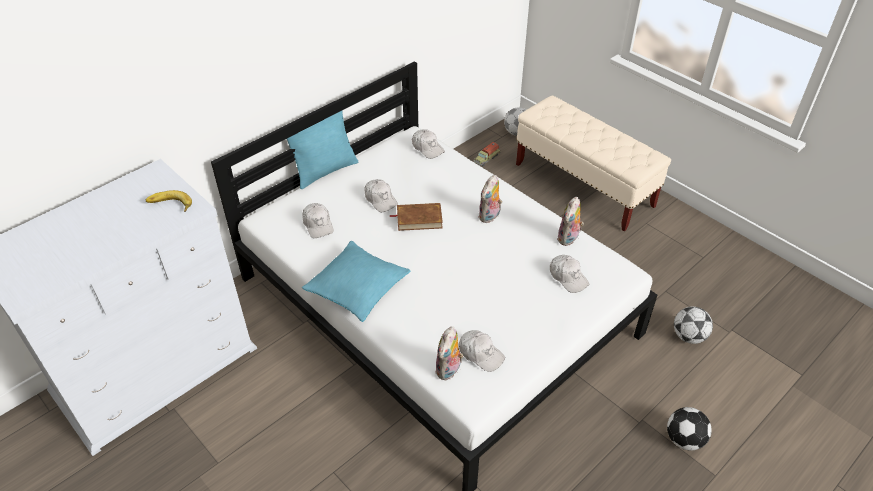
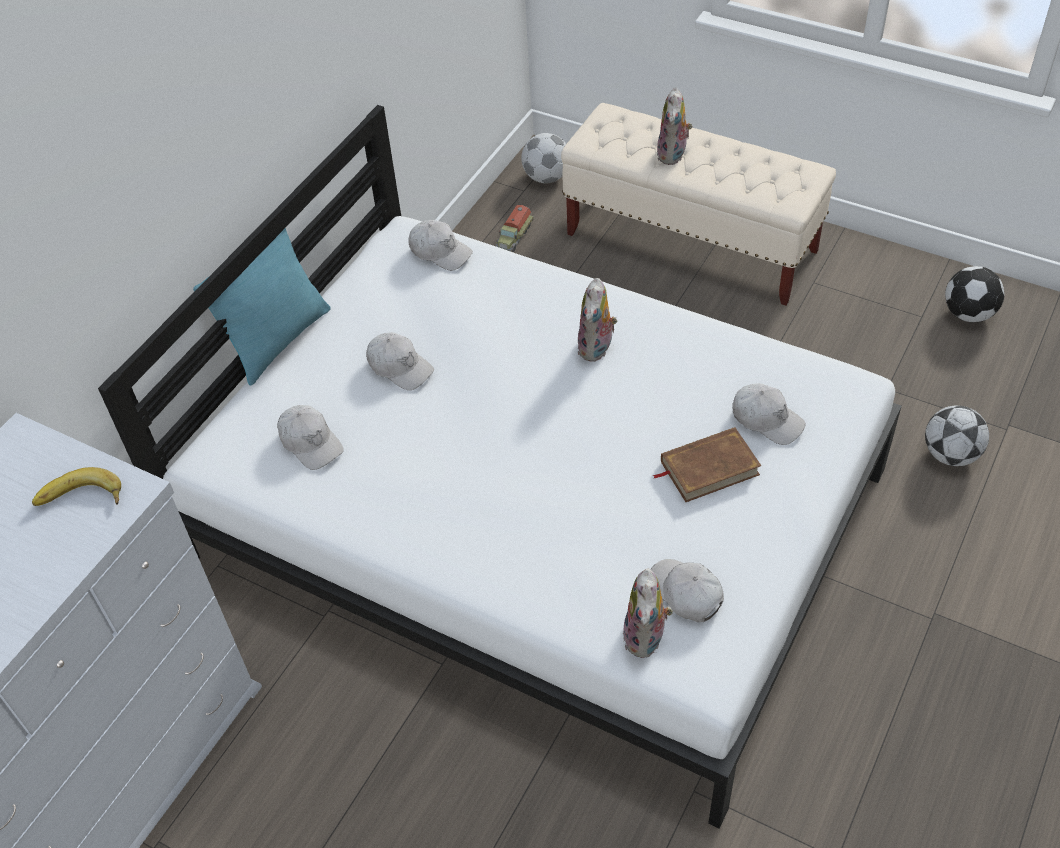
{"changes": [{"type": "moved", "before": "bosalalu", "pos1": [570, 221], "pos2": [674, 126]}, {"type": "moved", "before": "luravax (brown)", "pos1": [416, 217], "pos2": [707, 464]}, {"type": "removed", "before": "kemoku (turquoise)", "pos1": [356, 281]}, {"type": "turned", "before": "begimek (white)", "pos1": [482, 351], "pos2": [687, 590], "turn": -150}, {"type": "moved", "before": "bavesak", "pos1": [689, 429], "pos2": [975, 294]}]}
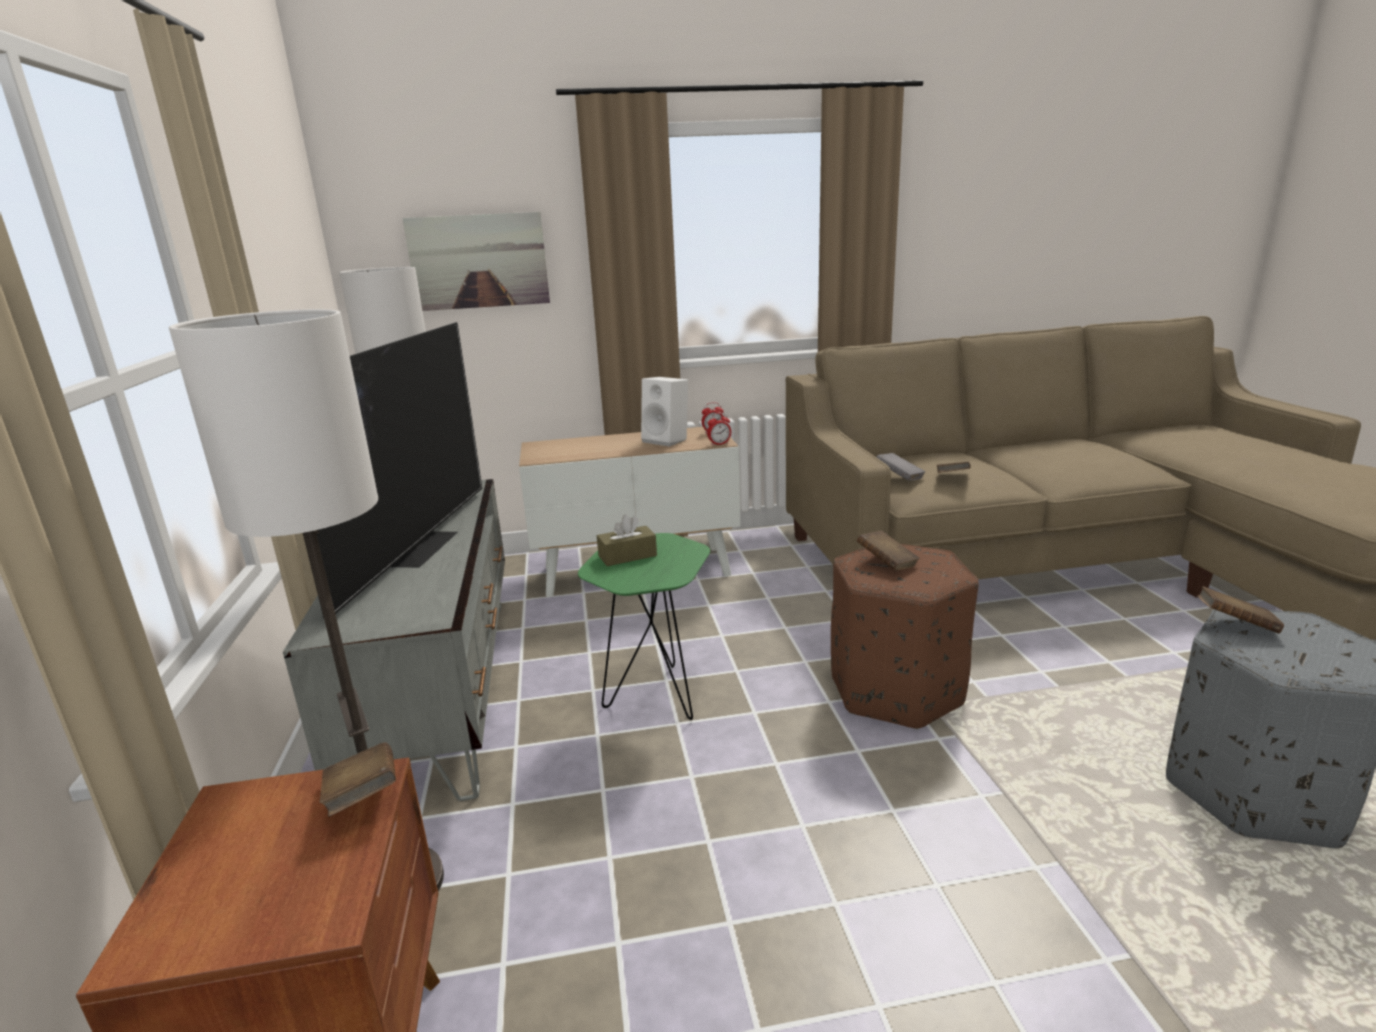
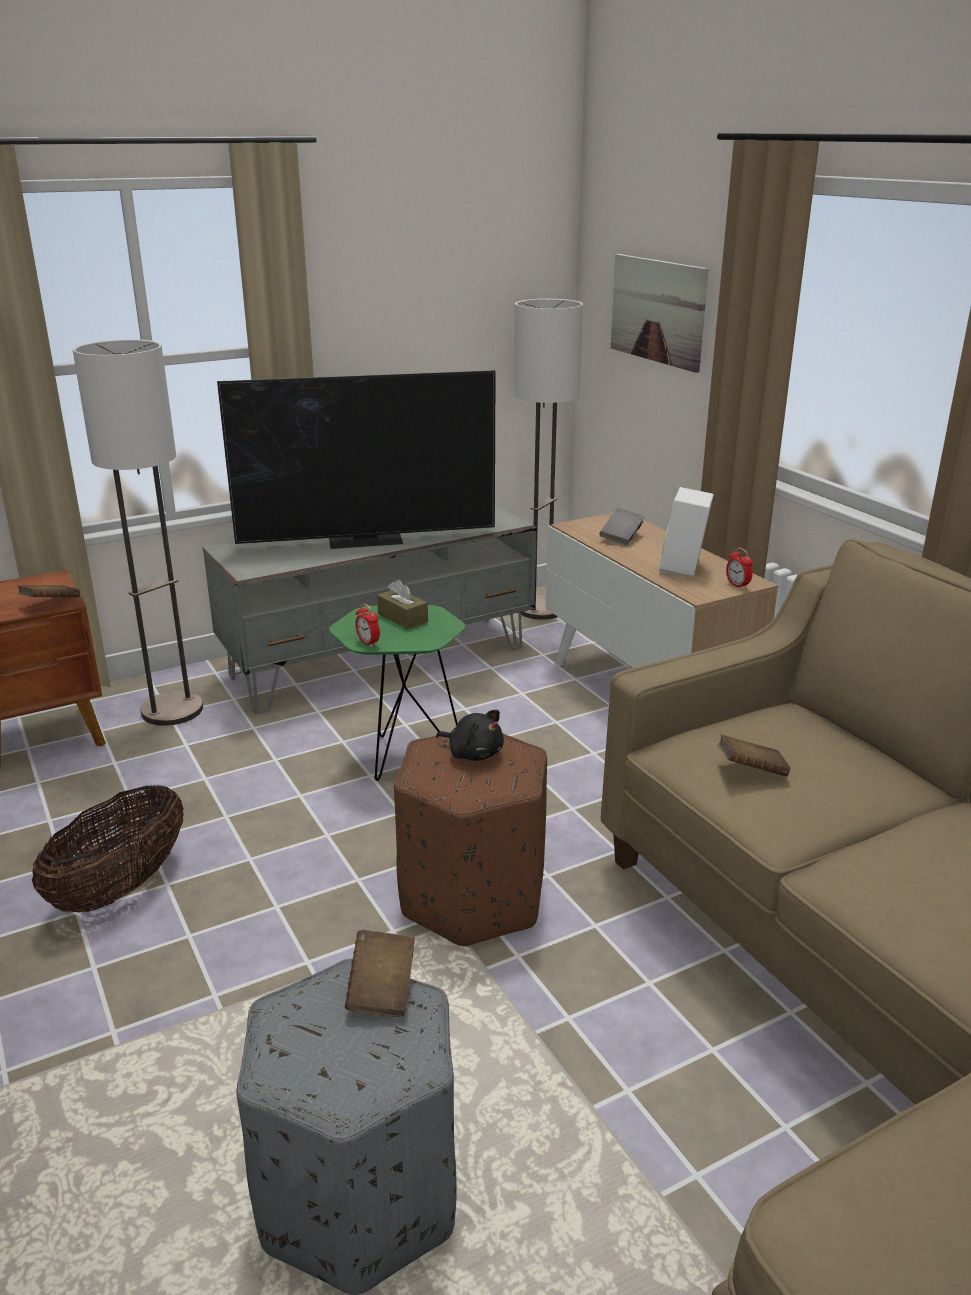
{"changes": [{"type": "moved", "before": "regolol", "pos1": [719, 429], "pos2": [367, 625]}, {"type": "moved", "before": "luravax (grey)", "pos1": [900, 467], "pos2": [622, 526]}, {"type": "replaced", "before": "luravax (brown)", "after": "bosalalu (black)", "pos1": [888, 551], "pos2": [470, 735]}, {"type": "added", "after": "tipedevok", "pos2": [108, 848]}]}
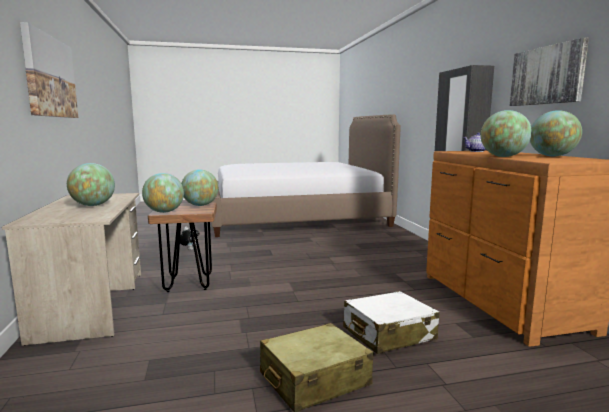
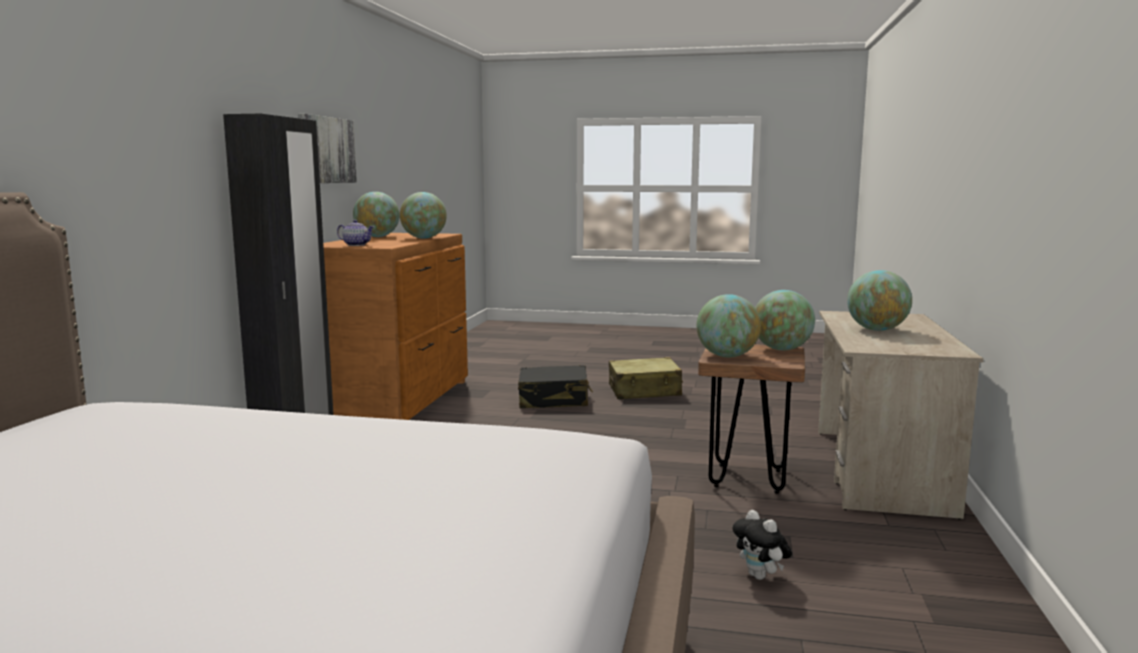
{"changes": [{"type": "removed", "before": "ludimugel", "pos1": [49, 70]}, {"type": "recoloured", "before": "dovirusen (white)", "after": "dovirusen (black)", "pos1": [391, 322], "pos2": [555, 386]}]}
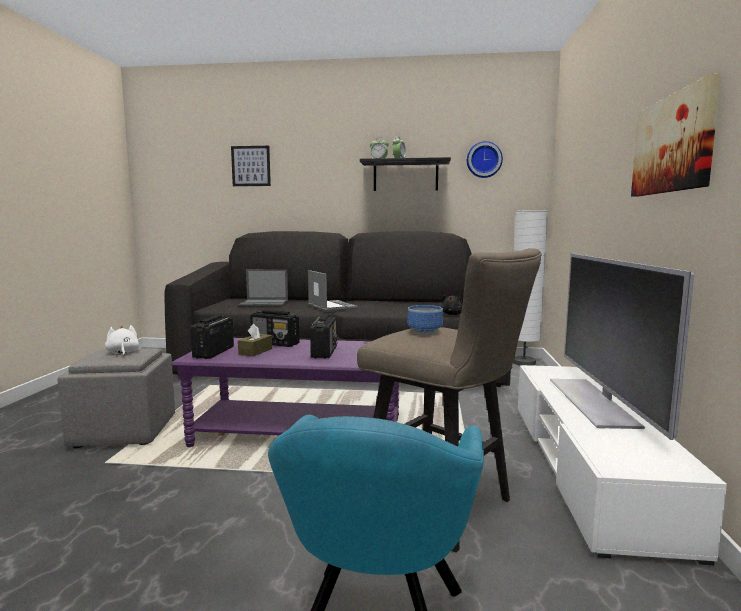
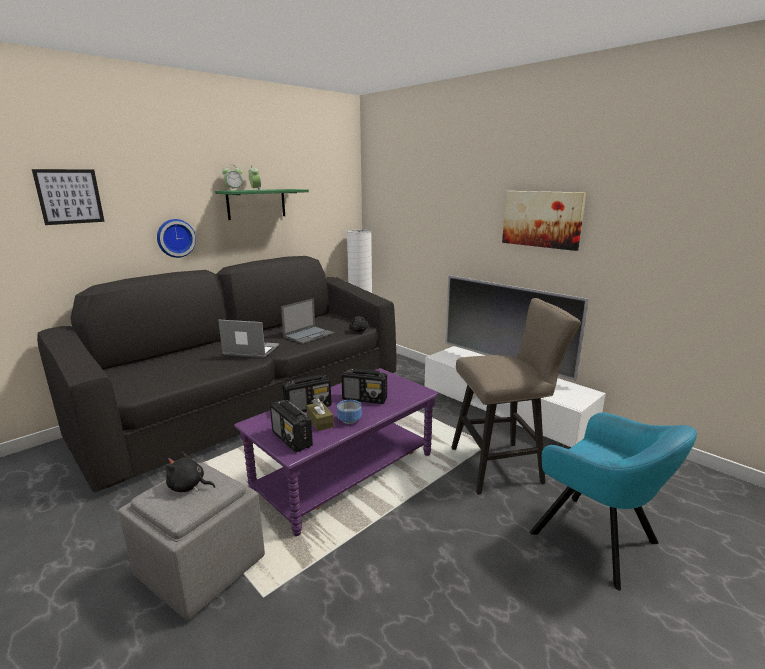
{"changes": [{"type": "moved", "before": "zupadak", "pos1": [485, 159], "pos2": [176, 238]}, {"type": "recoloured", "before": "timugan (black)", "after": "timugan (green)", "pos1": [405, 174], "pos2": [262, 204]}, {"type": "moved", "before": "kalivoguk", "pos1": [263, 287], "pos2": [307, 321]}, {"type": "moved", "before": "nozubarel", "pos1": [425, 319], "pos2": [349, 412]}, {"type": "turned", "before": "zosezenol", "pos1": [323, 336], "pos2": [364, 386], "turn": 150}, {"type": "recoloured", "before": "bosalalu (white)", "after": "bosalalu (black)", "pos1": [122, 340], "pos2": [190, 472]}]}
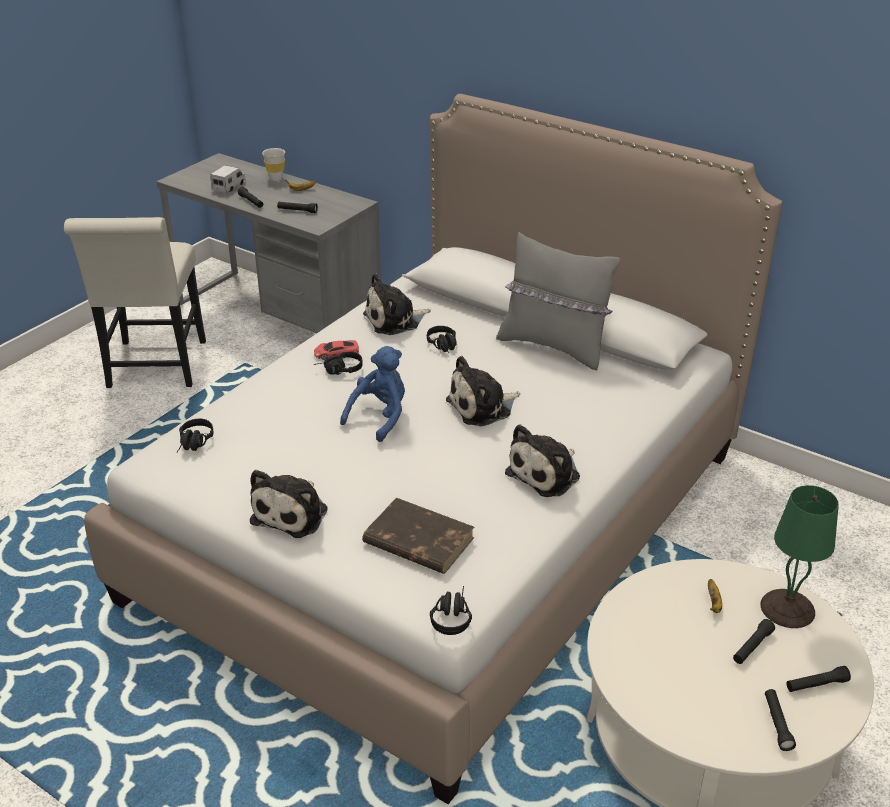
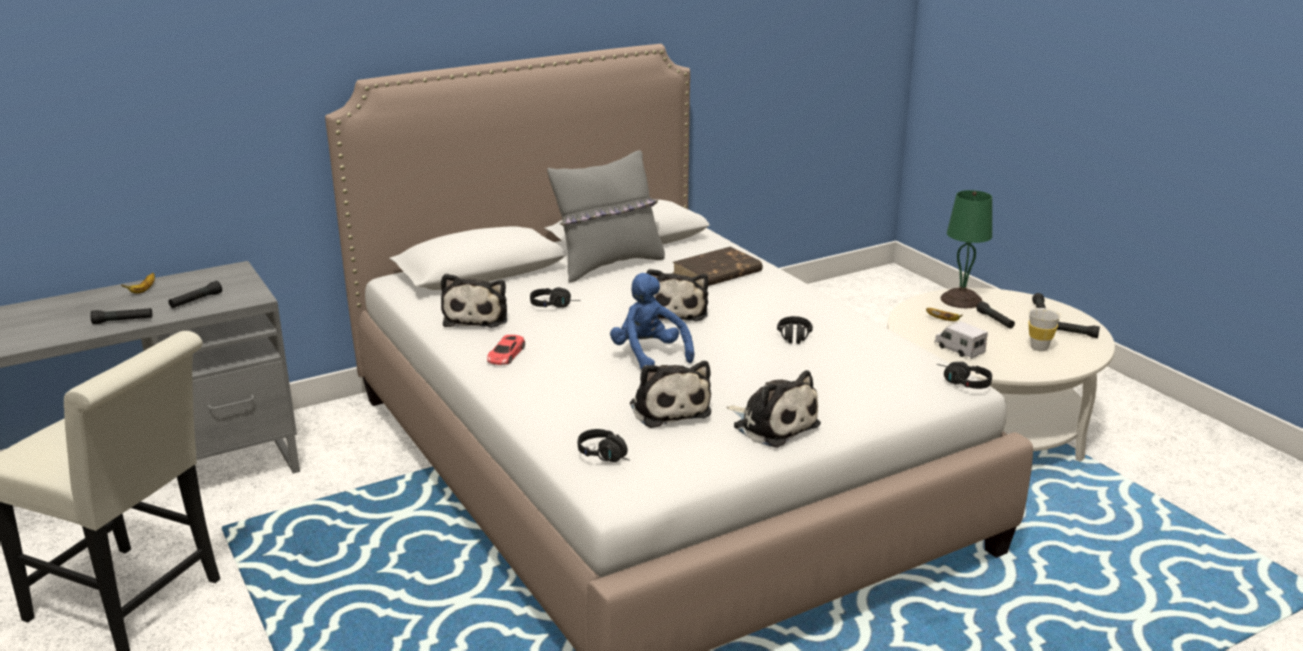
{"changes": [{"type": "moved", "before": "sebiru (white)", "pos1": [273, 164], "pos2": [1044, 329]}, {"type": "moved", "before": "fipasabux", "pos1": [228, 179], "pos2": [961, 340]}, {"type": "moved", "before": "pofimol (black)", "pos1": [338, 363], "pos2": [795, 330]}, {"type": "moved", "before": "bosalalu", "pos1": [542, 460], "pos2": [670, 394]}, {"type": "moved", "before": "luravax (brown)", "pos1": [418, 536], "pos2": [717, 266]}]}
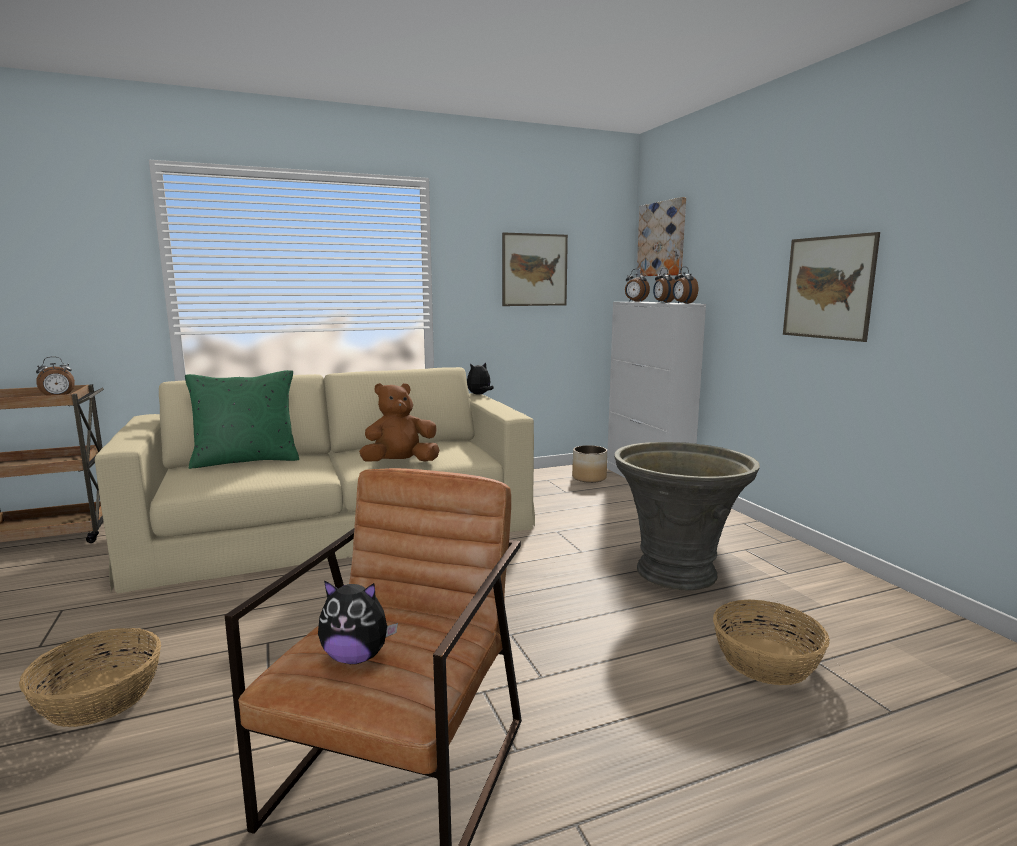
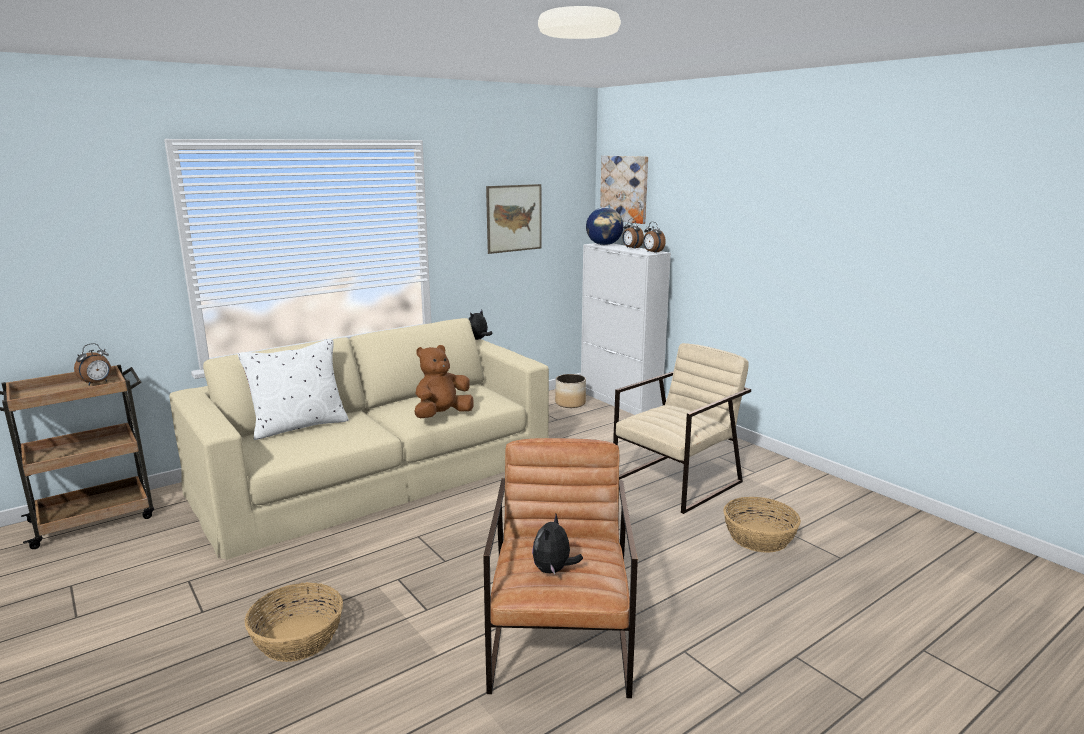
{"changes": [{"type": "removed", "before": "ludimugel", "pos1": [831, 287]}, {"type": "replaced", "before": "regolol", "after": "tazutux", "pos1": [637, 285], "pos2": [604, 226]}, {"type": "recoloured", "before": "kemoku (green)", "after": "kemoku (white)", "pos1": [242, 419], "pos2": [293, 389]}, {"type": "replaced", "before": "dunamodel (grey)", "after": "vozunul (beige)", "pos1": [687, 516], "pos2": [682, 428]}, {"type": "turned", "before": "bosalalu", "pos1": [358, 622], "pos2": [557, 544], "turn": 120}]}
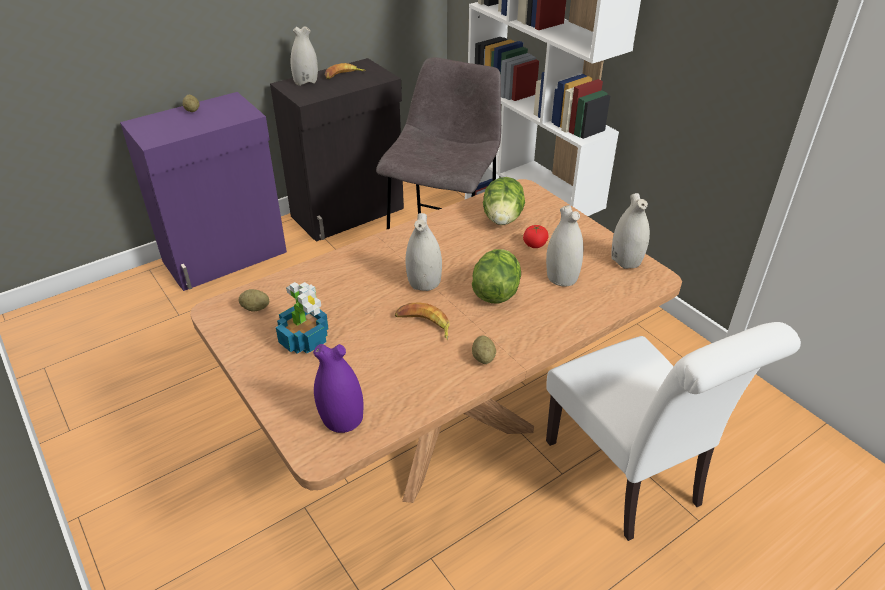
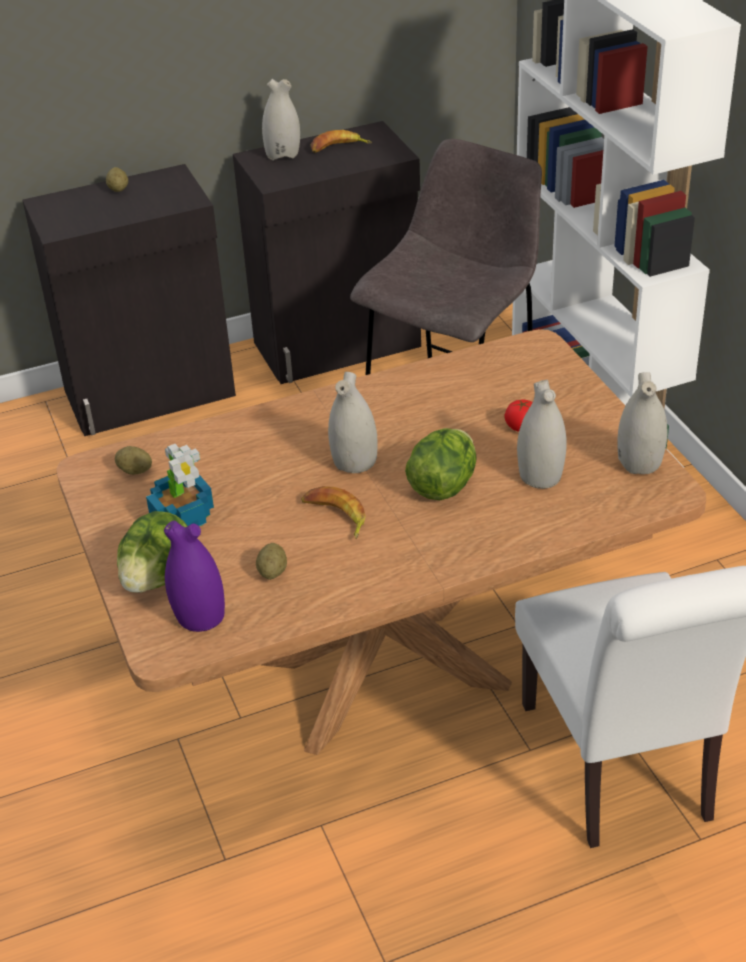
{"changes": [{"type": "recoloured", "before": "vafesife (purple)", "after": "vafesife (black)", "pos1": [203, 191], "pos2": [129, 300]}, {"type": "moved", "before": "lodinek", "pos1": [504, 201], "pos2": [152, 552]}, {"type": "moved", "before": "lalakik", "pos1": [484, 349], "pos2": [271, 561]}]}
